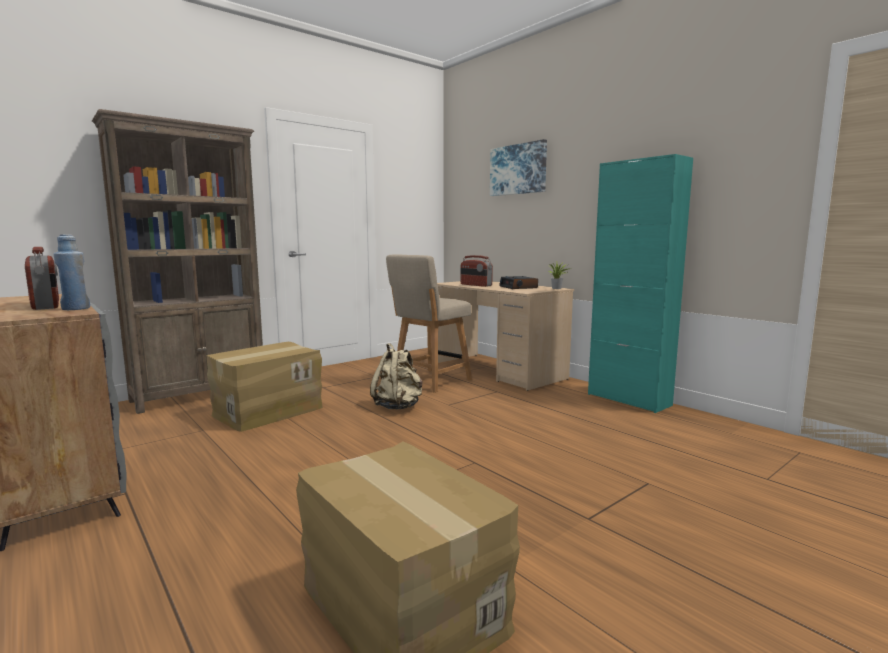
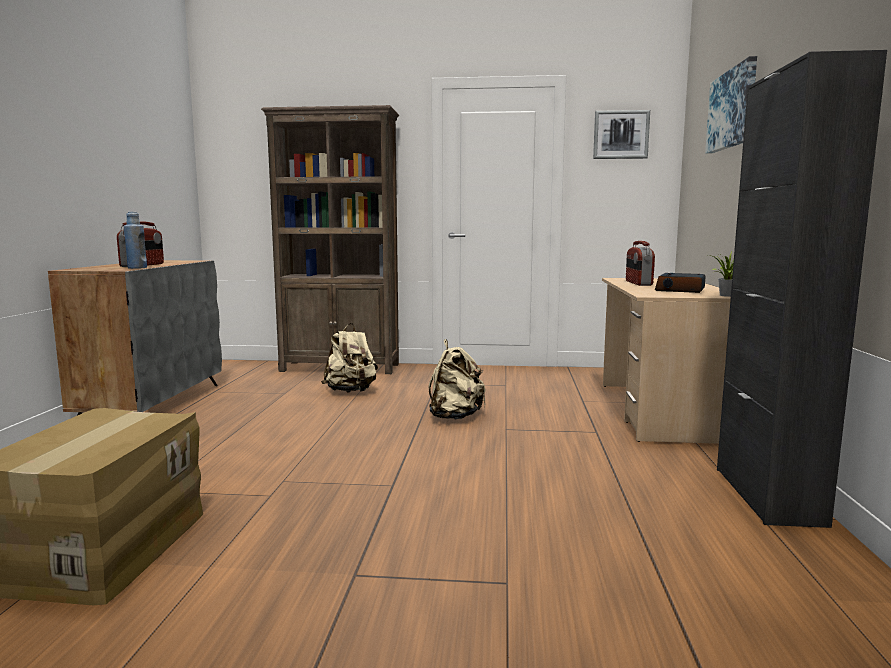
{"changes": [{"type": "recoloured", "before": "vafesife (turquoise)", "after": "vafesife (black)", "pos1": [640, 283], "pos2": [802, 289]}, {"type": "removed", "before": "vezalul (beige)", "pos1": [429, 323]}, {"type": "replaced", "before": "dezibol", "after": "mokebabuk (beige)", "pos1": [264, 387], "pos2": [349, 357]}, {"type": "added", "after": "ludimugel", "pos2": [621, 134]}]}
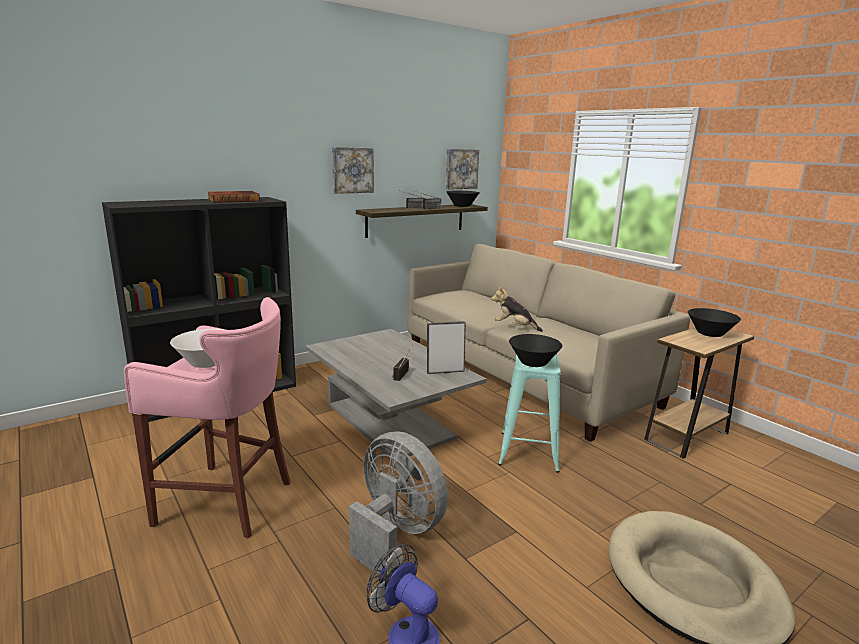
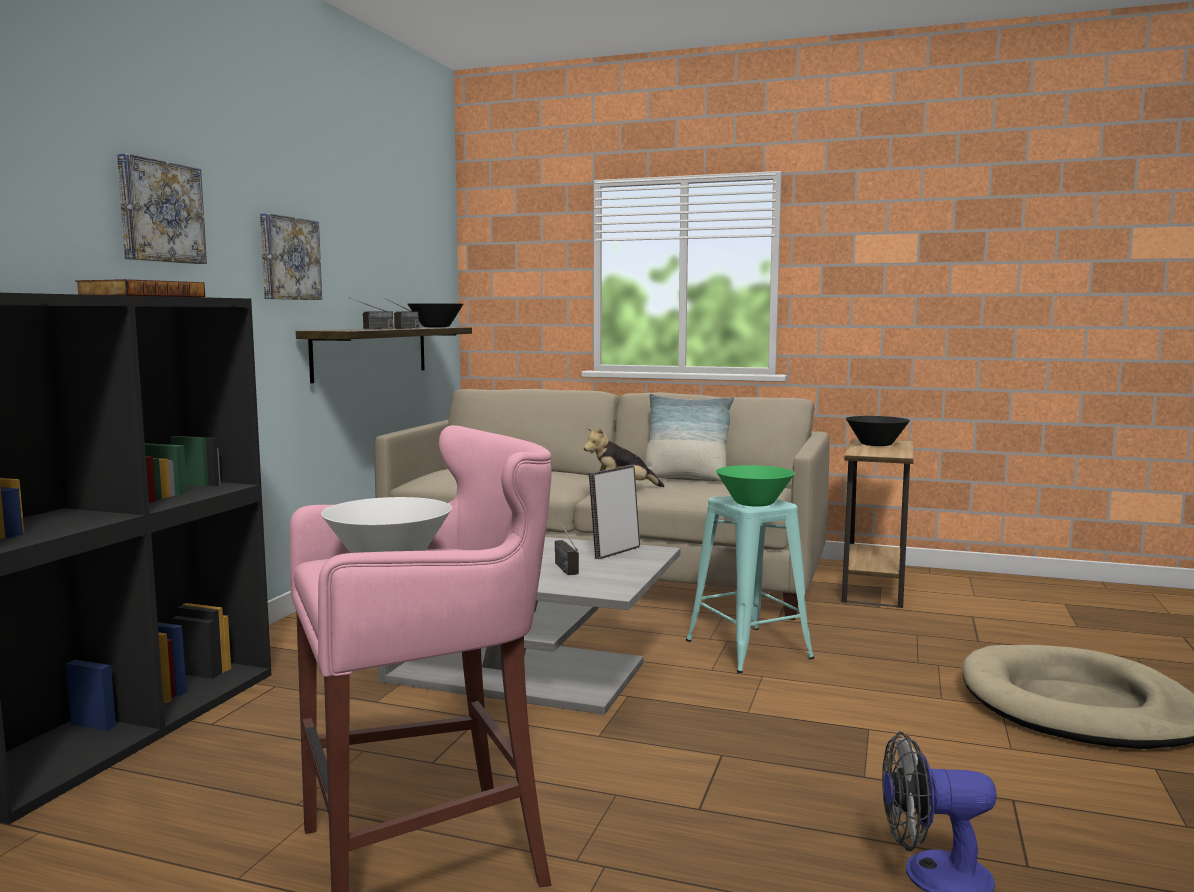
{"changes": [{"type": "moved", "before": "ludimugel", "pos1": [462, 169], "pos2": [162, 208]}, {"type": "recoloured", "before": "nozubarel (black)", "after": "nozubarel (green)", "pos1": [535, 350], "pos2": [755, 486]}, {"type": "removed", "before": "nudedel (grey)", "pos1": [398, 503]}, {"type": "added", "after": "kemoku", "pos2": [689, 438]}]}
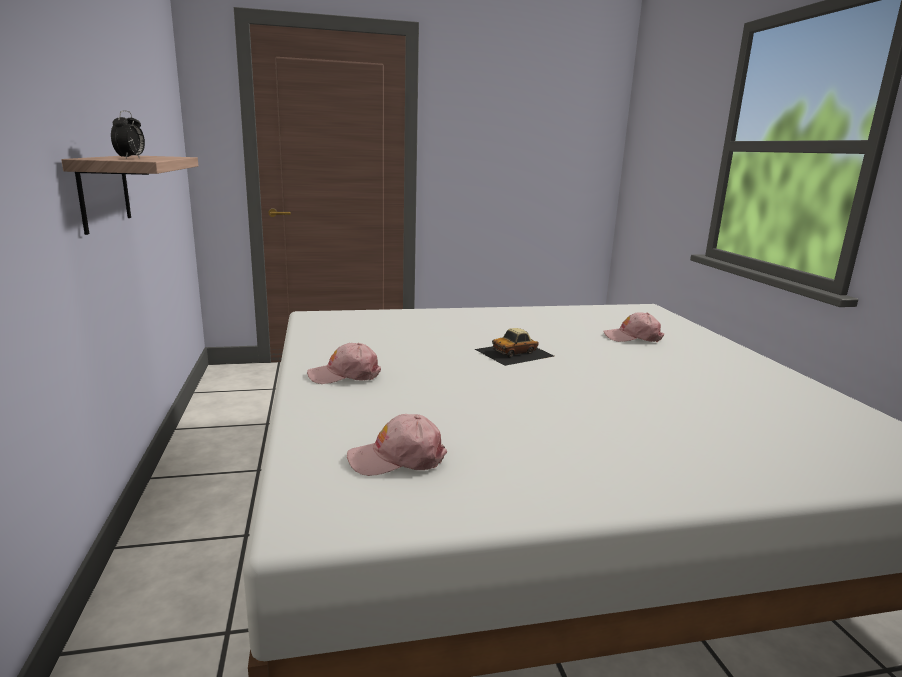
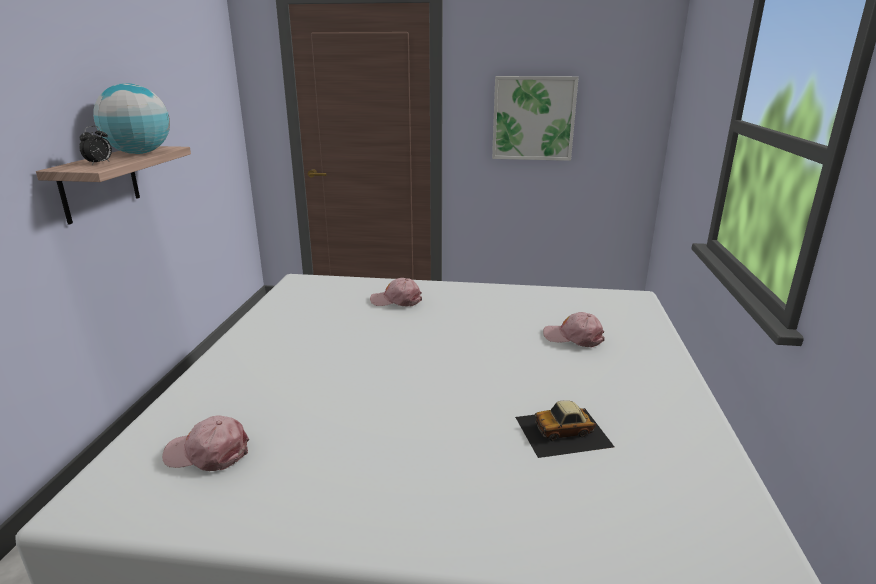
{"changes": [{"type": "moved", "before": "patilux", "pos1": [514, 347], "pos2": [564, 429]}, {"type": "moved", "before": "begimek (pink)", "pos1": [344, 363], "pos2": [396, 292]}, {"type": "added", "after": "ludimugel", "pos2": [535, 118]}, {"type": "added", "after": "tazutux", "pos2": [131, 118]}]}
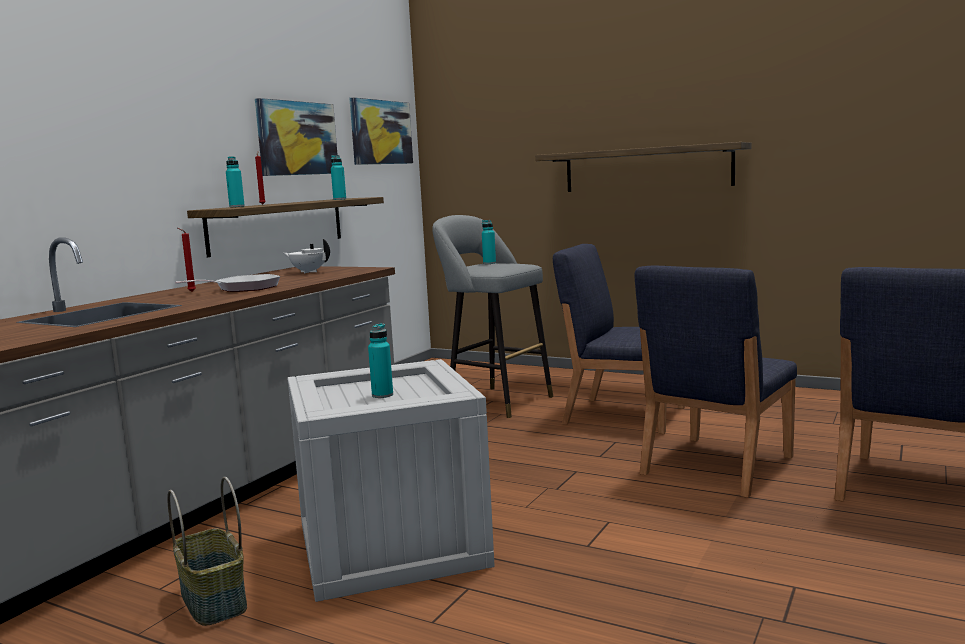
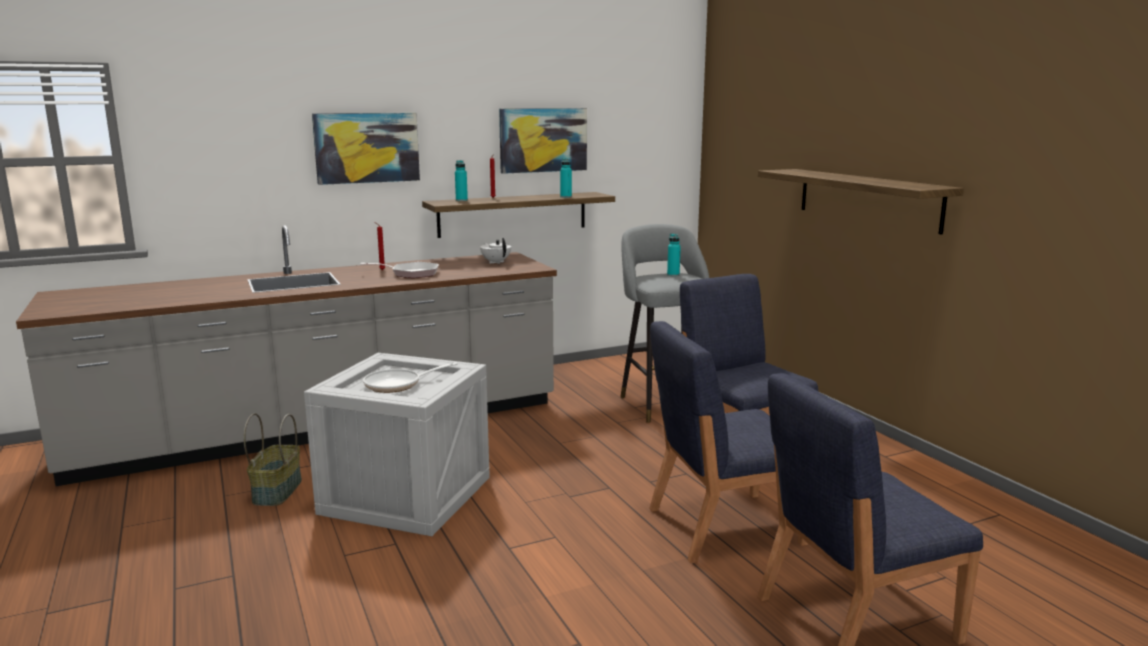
{"changes": [{"type": "moved", "before": "ludimugel", "pos1": [381, 131], "pos2": [366, 149]}, {"type": "replaced", "before": "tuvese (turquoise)", "after": "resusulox", "pos1": [380, 360], "pos2": [410, 378]}]}
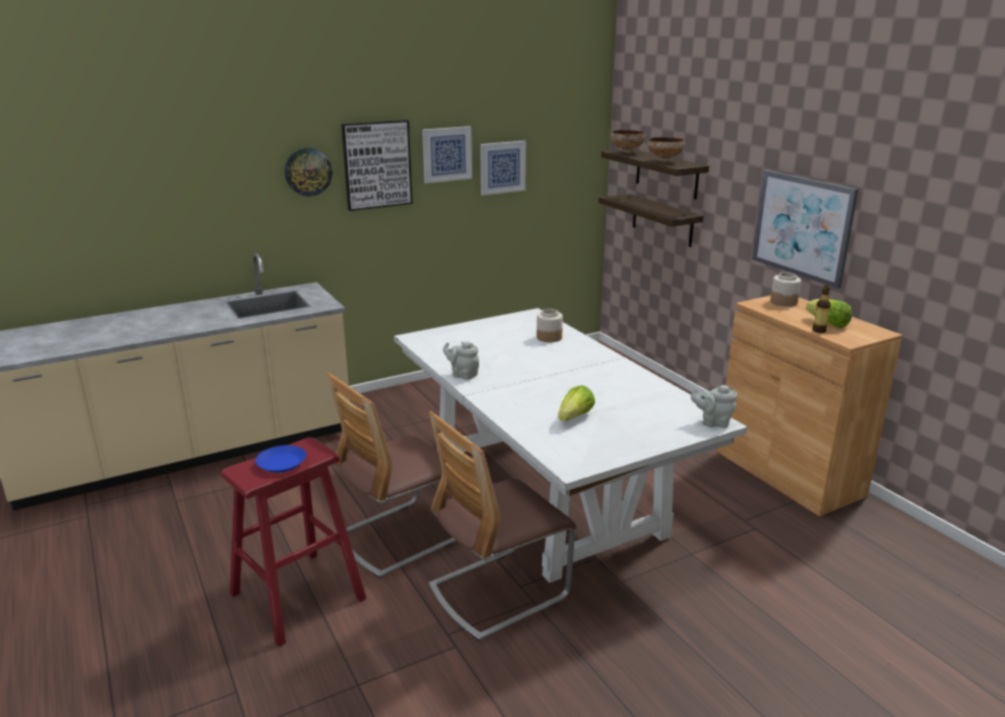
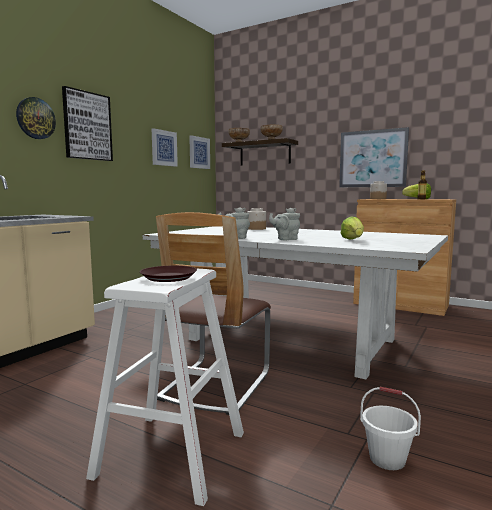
{"changes": [{"type": "moved", "before": "ludimugel", "pos1": [447, 154], "pos2": [199, 152]}, {"type": "removed", "before": "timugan", "pos1": [650, 220]}, {"type": "moved", "before": "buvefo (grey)", "pos1": [714, 406], "pos2": [284, 224]}, {"type": "removed", "before": "vezalul", "pos1": [503, 526]}, {"type": "recoloured", "before": "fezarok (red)", "after": "fezarok (white)", "pos1": [293, 542], "pos2": [165, 387]}, {"type": "recoloured", "before": "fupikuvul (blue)", "after": "fupikuvul (brown)", "pos1": [280, 459], "pos2": [168, 274]}, {"type": "added", "after": "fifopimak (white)", "pos2": [390, 428]}]}
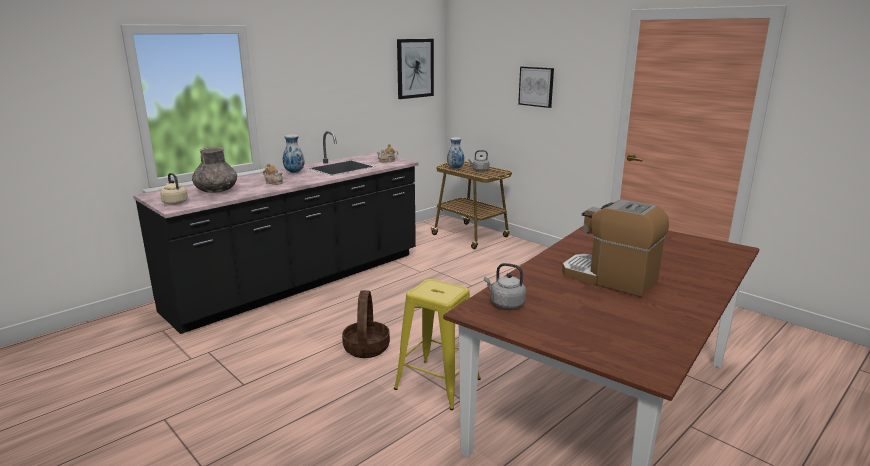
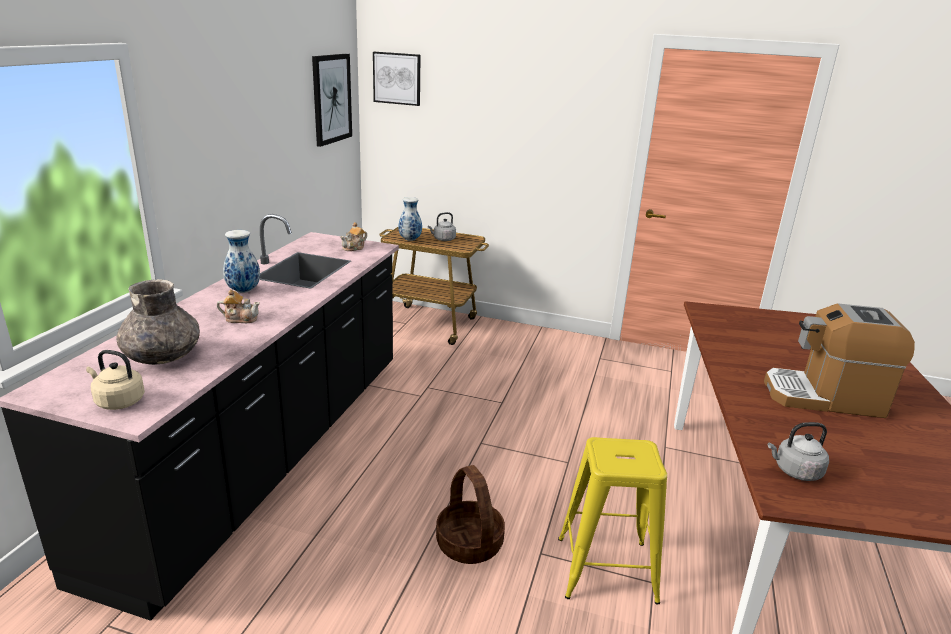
{"changes": [{"type": "moved", "before": "ludimugel", "pos1": [536, 87], "pos2": [397, 79]}]}
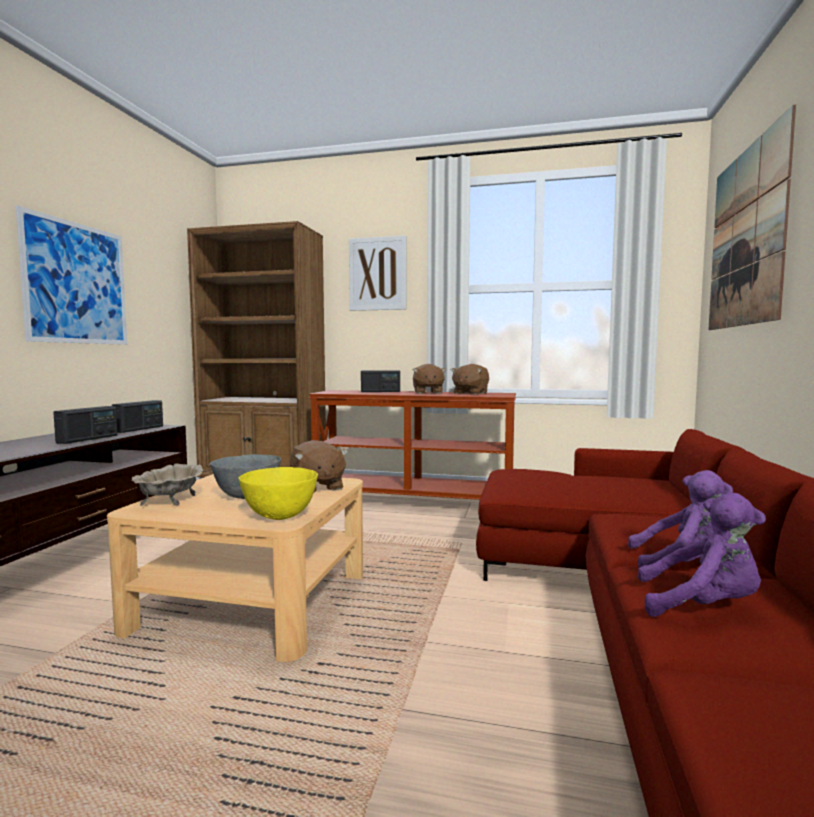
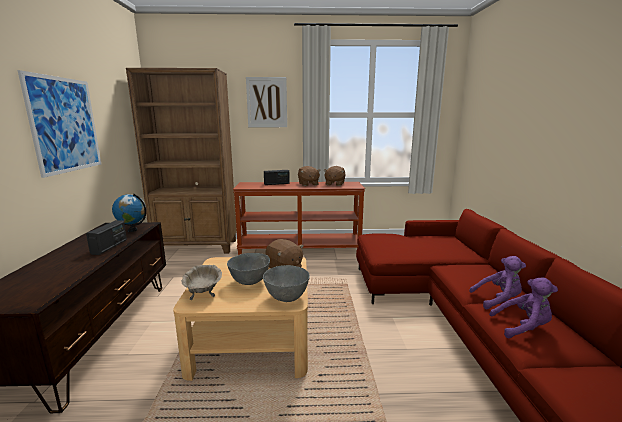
{"changes": [{"type": "removed", "before": "ludimugel", "pos1": [752, 217]}, {"type": "replaced", "before": "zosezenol", "after": "tazutux", "pos1": [137, 416], "pos2": [129, 213]}, {"type": "recoloured", "before": "nozubarel (yellow)", "after": "nozubarel (grey)", "pos1": [278, 493], "pos2": [286, 283]}]}
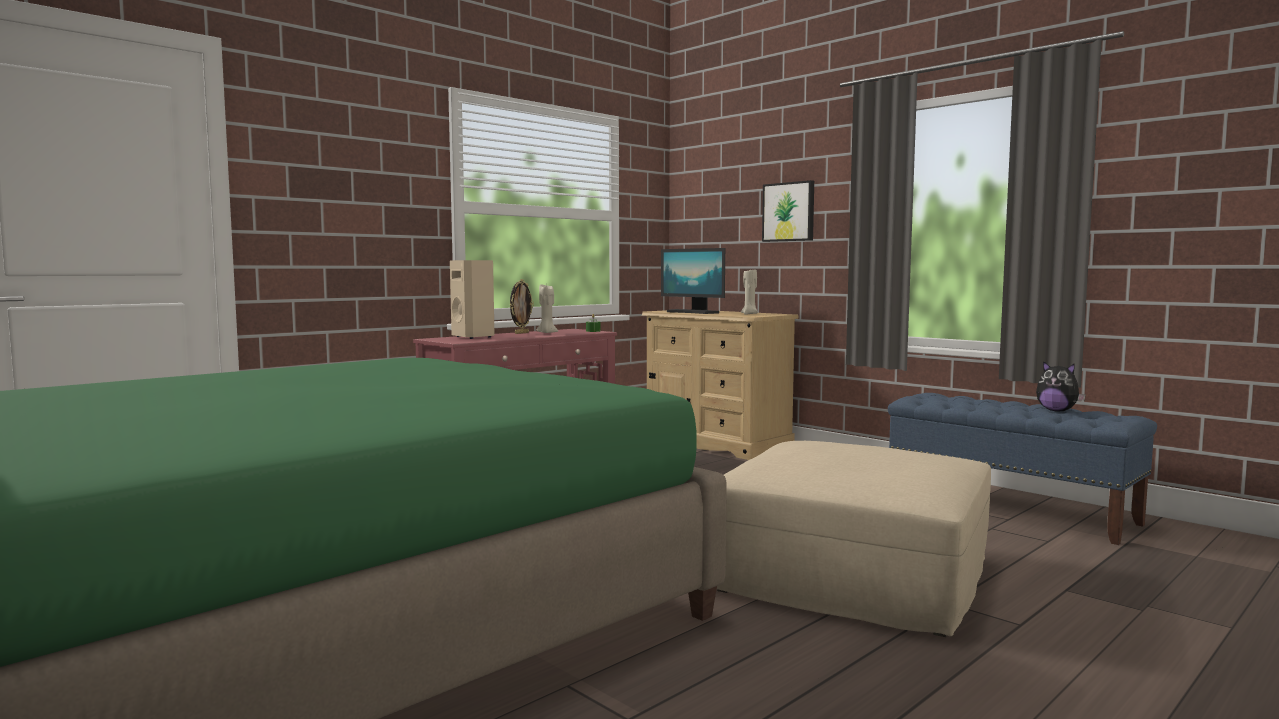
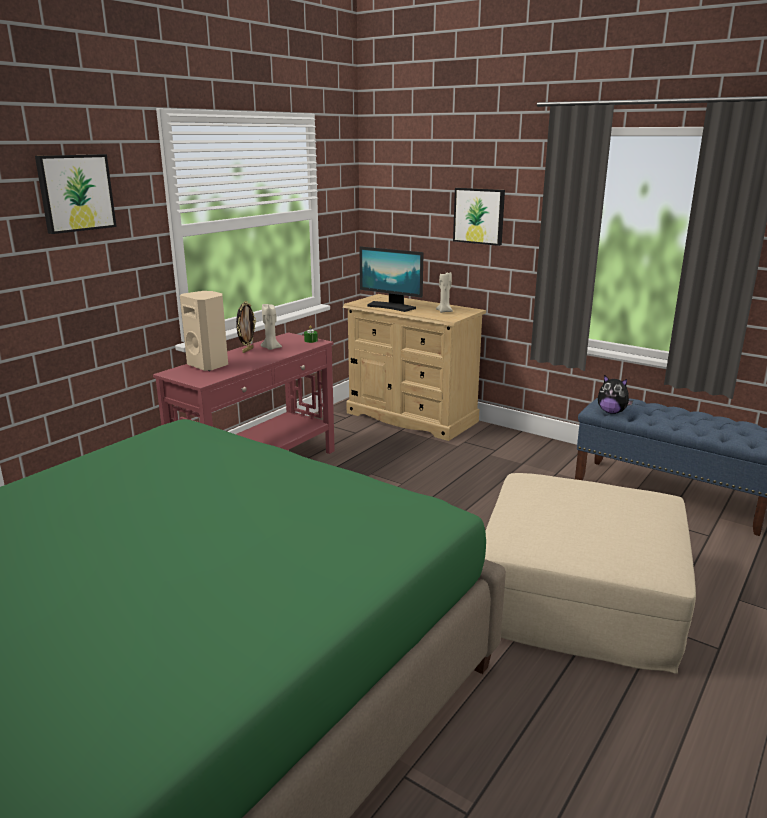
{"changes": [{"type": "moved", "before": "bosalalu", "pos1": [1061, 386], "pos2": [616, 394]}, {"type": "added", "after": "ludimugel", "pos2": [76, 194]}]}
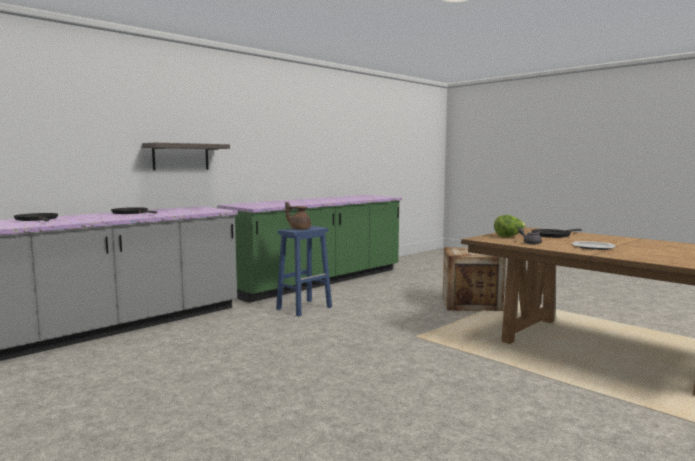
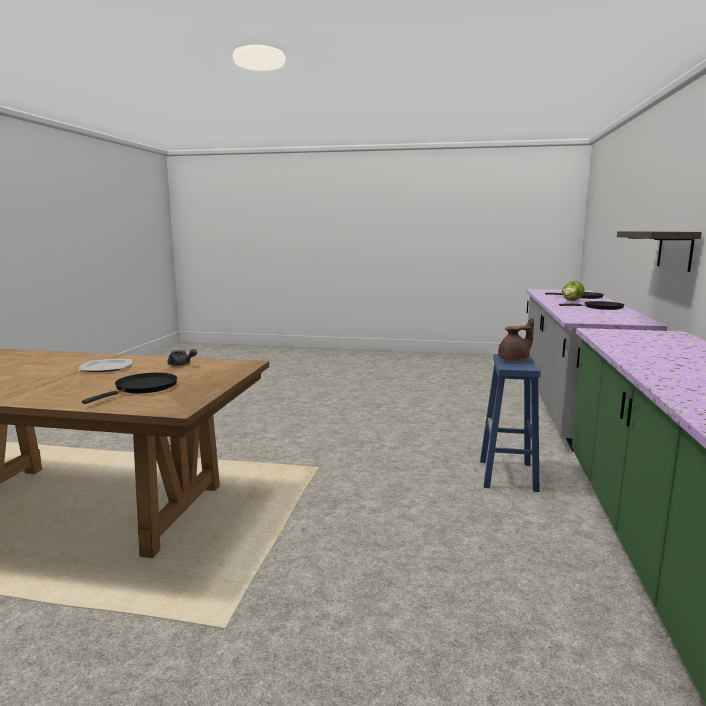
{"changes": [{"type": "moved", "before": "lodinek", "pos1": [510, 226], "pos2": [573, 291]}, {"type": "removed", "before": "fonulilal", "pos1": [474, 279]}]}
